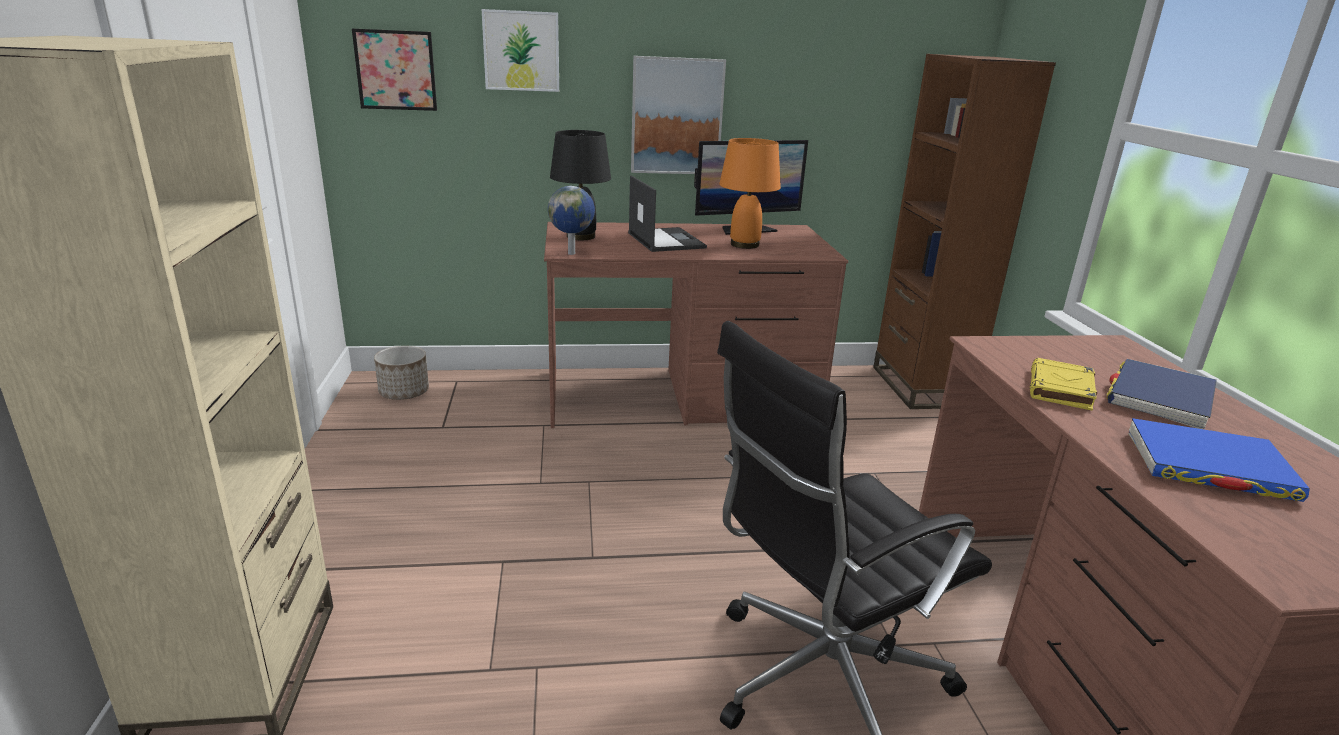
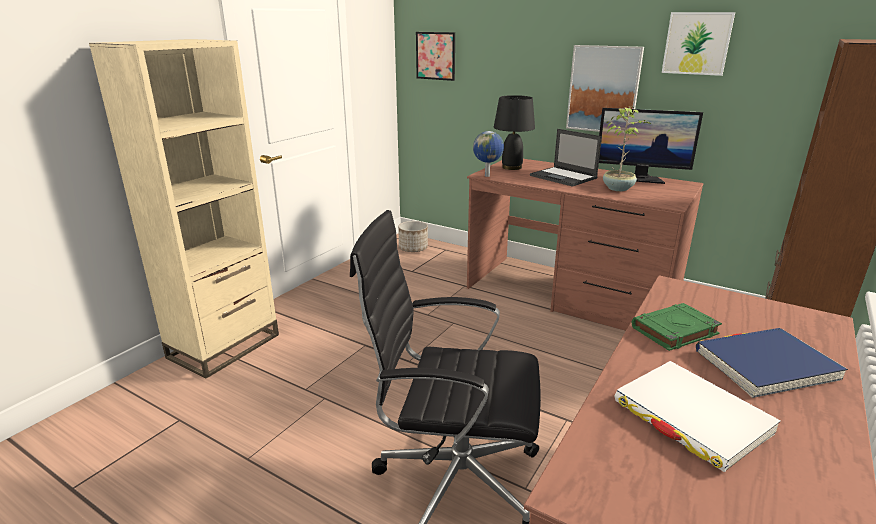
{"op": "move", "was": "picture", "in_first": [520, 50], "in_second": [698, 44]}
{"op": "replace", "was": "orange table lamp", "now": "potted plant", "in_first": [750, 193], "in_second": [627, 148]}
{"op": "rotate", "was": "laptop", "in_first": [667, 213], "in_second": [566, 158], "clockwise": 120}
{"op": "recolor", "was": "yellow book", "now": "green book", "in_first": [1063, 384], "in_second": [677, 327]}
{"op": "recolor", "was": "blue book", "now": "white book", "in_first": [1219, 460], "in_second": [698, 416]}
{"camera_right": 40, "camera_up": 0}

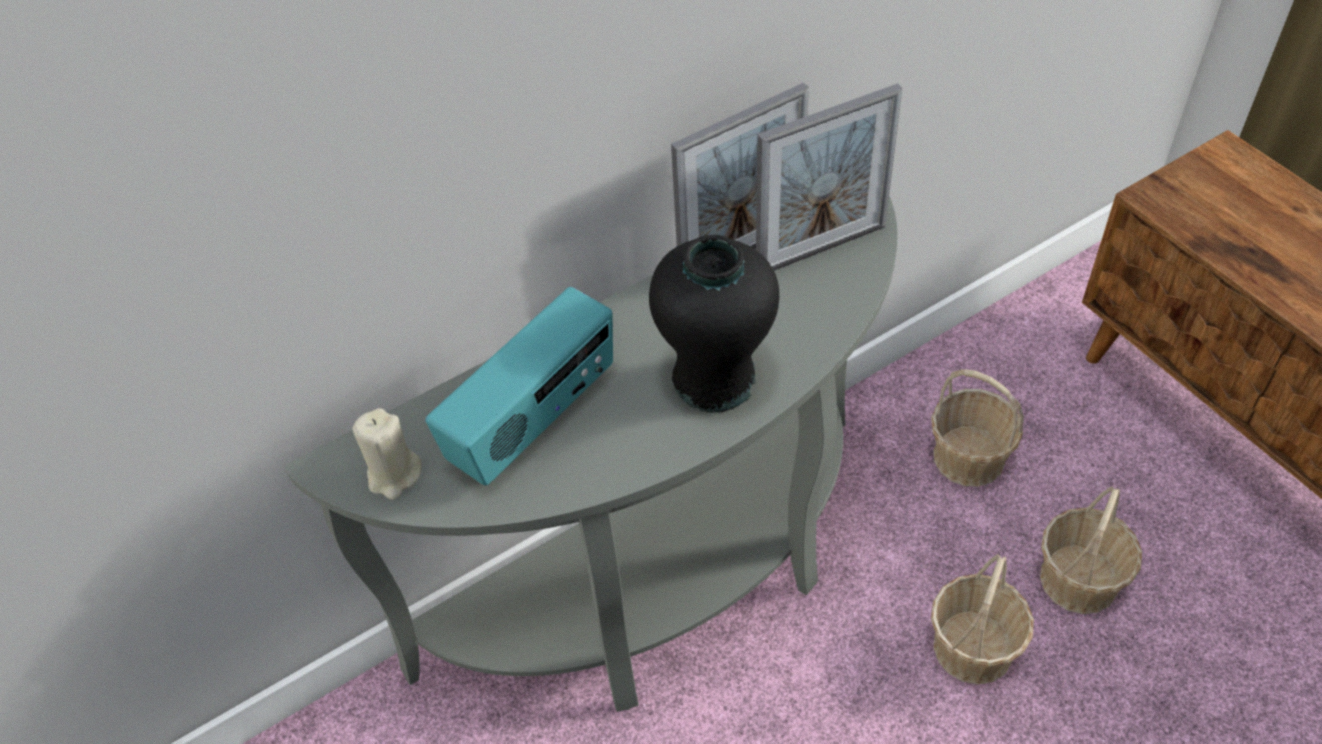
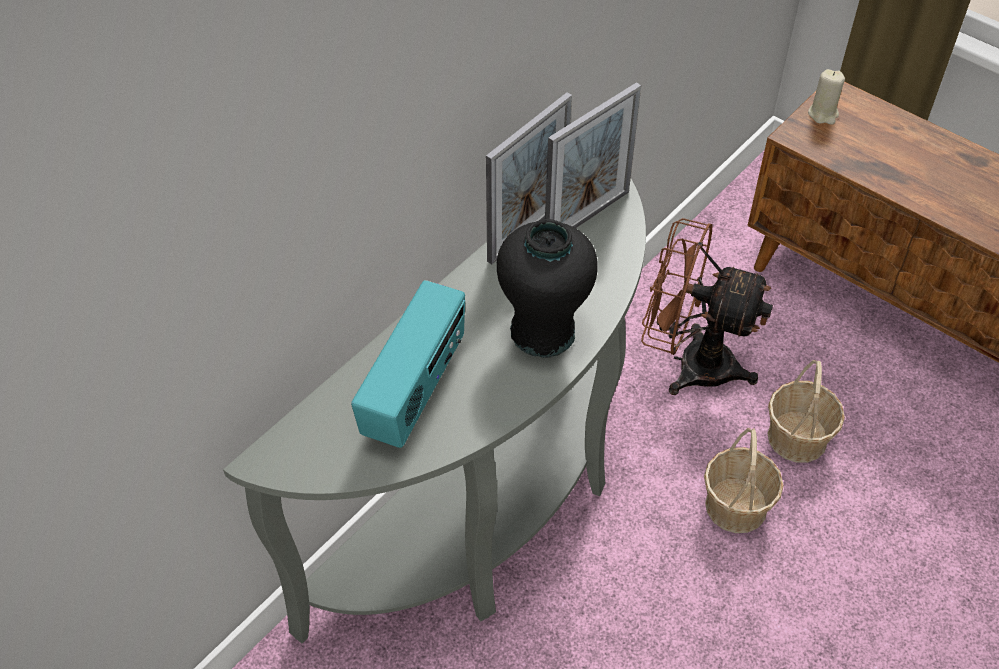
{"op": "replace", "was": "basket", "now": "brown fan", "in_first": [977, 428], "in_second": [707, 306]}
{"op": "move", "was": "beige candle", "in_first": [387, 454], "in_second": [826, 97]}
{"camera_right": -20, "camera_up": 0}

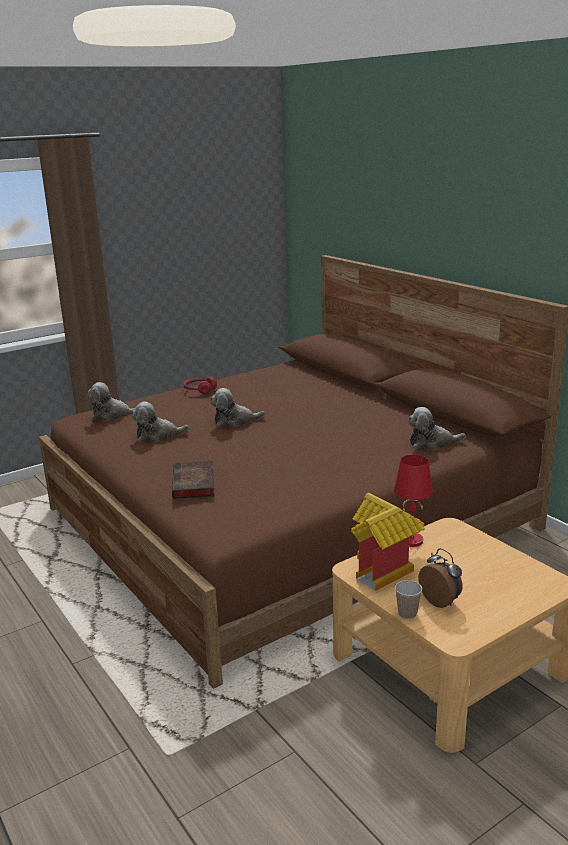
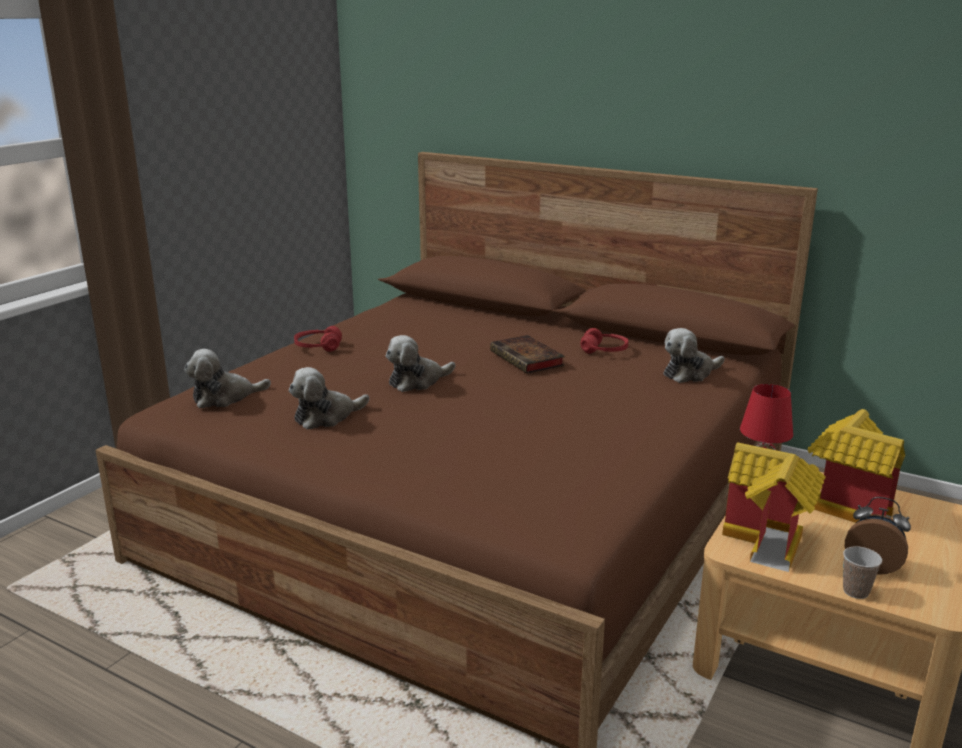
{"op": "move", "was": "book", "in_first": [193, 480], "in_second": [527, 354]}
{"op": "insert", "now": "red headphones", "in_second": [604, 341]}
{"op": "insert", "now": "toy house", "in_second": [856, 466]}
{"camera_right": -25, "camera_up": 0}

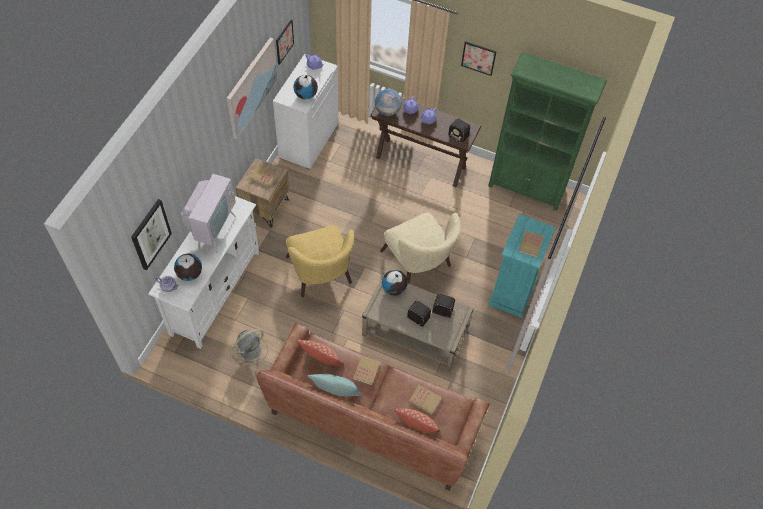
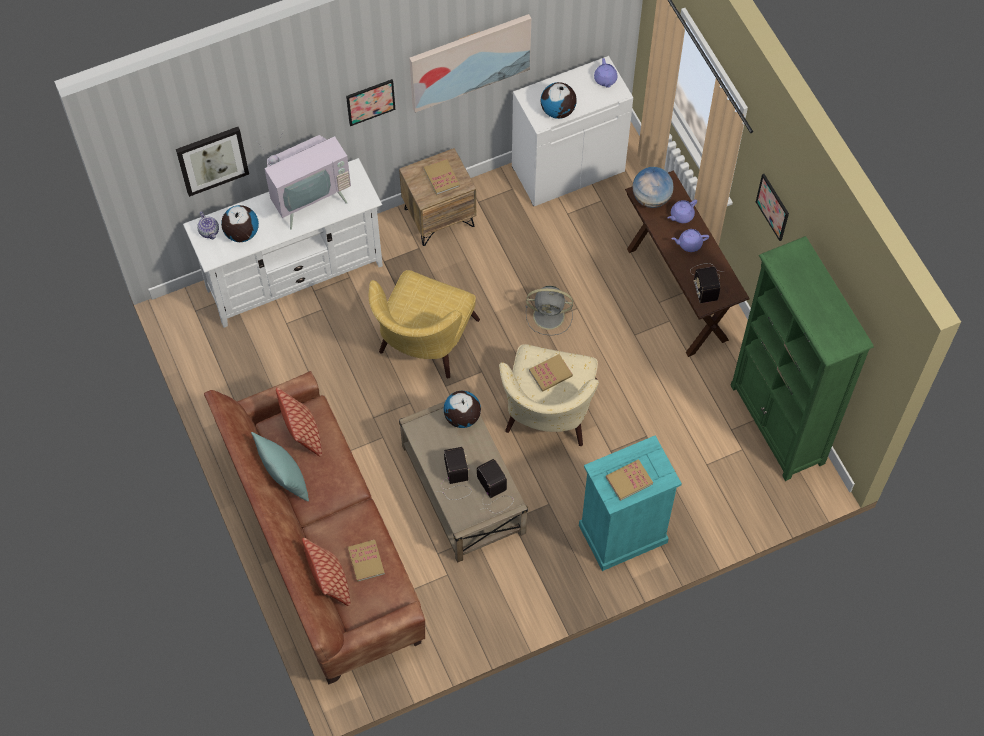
{"op": "move", "was": "picture", "in_first": [285, 42], "in_second": [370, 102]}
{"op": "move", "was": "grey fan", "in_first": [250, 347], "in_second": [549, 311]}
{"op": "move", "was": "book", "in_first": [366, 370], "in_second": [551, 373]}
{"camera_right": 45, "camera_up": 5}

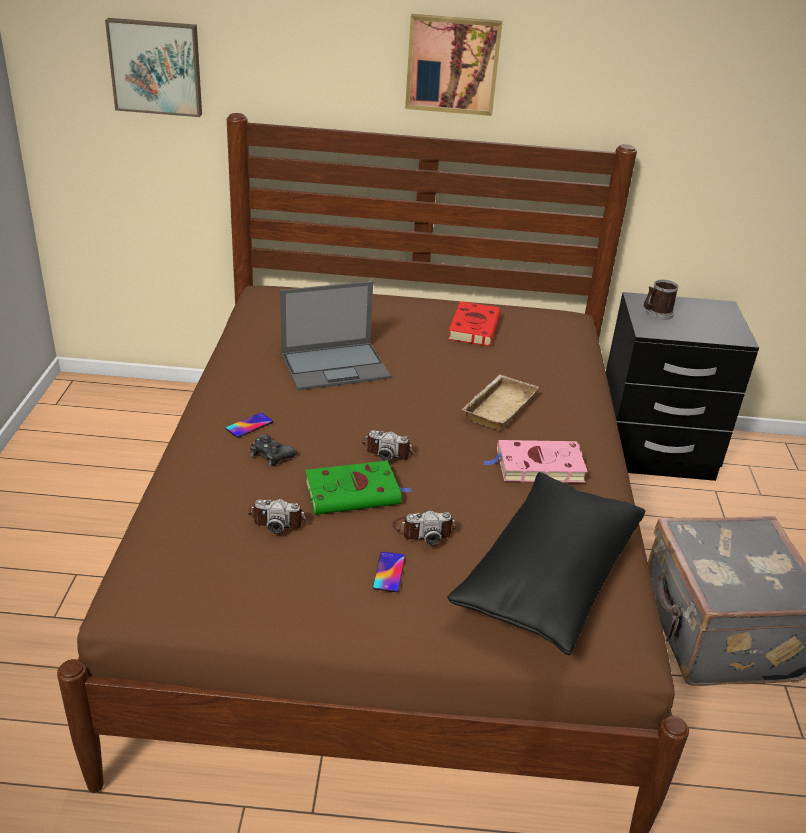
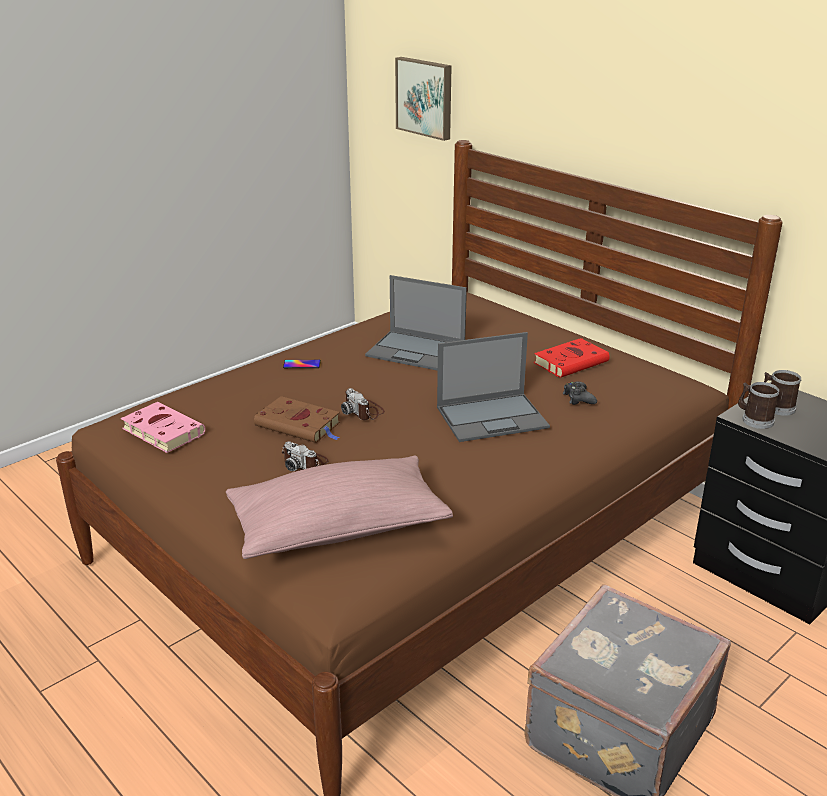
{"op": "delete", "was": "picture", "in_first": [453, 65]}
{"op": "replace", "was": "beige tray", "now": "laptop", "in_first": [500, 403], "in_second": [493, 387]}
{"op": "move", "was": "black game controller", "in_first": [273, 450], "in_second": [580, 393]}
{"op": "move", "was": "pink book", "in_first": [536, 461], "in_second": [163, 427]}
{"op": "recolor", "was": "green book", "now": "brown book", "in_first": [359, 488], "in_second": [297, 419]}
{"op": "recolor", "was": "black pillow", "now": "pink pillow", "in_first": [546, 563], "in_second": [339, 507]}
{"op": "delete", "was": "photo camera", "in_first": [277, 516]}
{"op": "delete", "was": "phone", "in_first": [389, 572]}
{"op": "insert", "now": "mug", "in_second": [758, 405]}
{"camera_right": 45, "camera_up": -5}

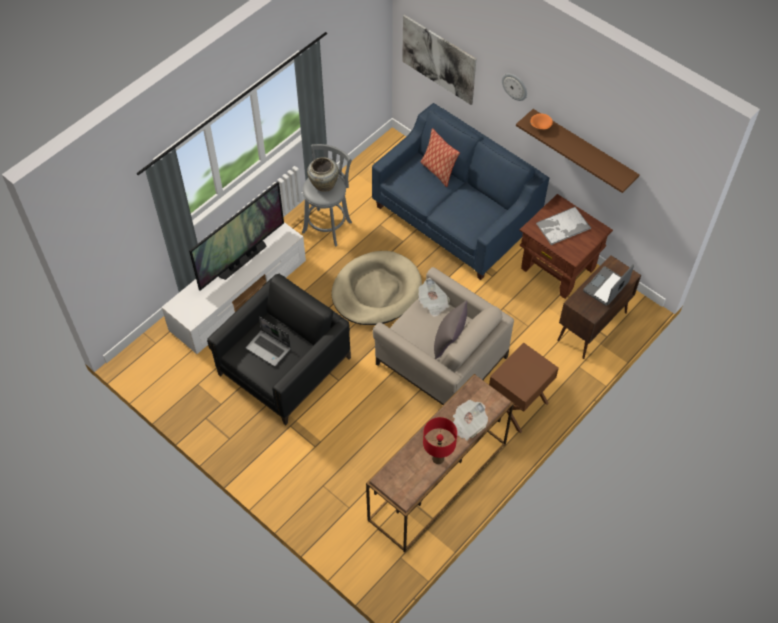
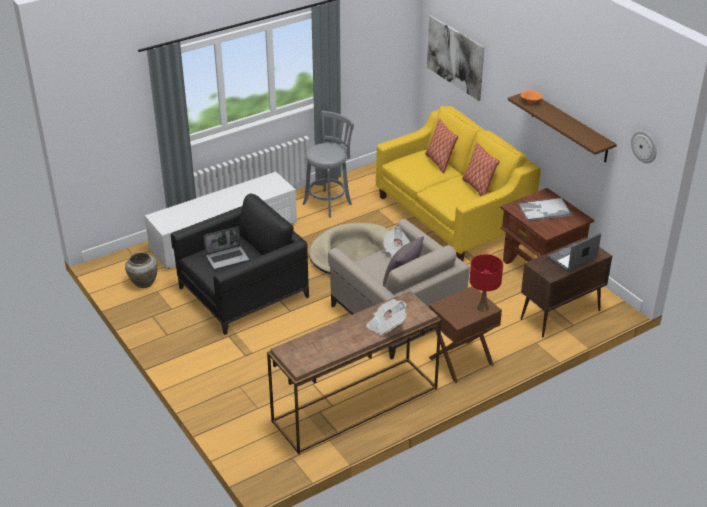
{"op": "move", "was": "wall clock", "in_first": [514, 87], "in_second": [644, 146]}
{"op": "recolor", "was": "blue sofa", "now": "yellow sofa", "in_first": [460, 191], "in_second": [458, 183]}
{"op": "move", "was": "beige vase", "in_first": [323, 174], "in_second": [141, 270]}
{"op": "delete", "was": "television", "in_first": [236, 236]}
{"op": "rotate", "was": "laptop", "in_first": [268, 341], "in_second": [226, 247], "clockwise": -75}
{"op": "move", "was": "red table lamp", "in_first": [440, 440], "in_second": [486, 283]}
{"op": "insert", "now": "pillow", "in_second": [481, 169]}
{"camera_right": 15, "camera_up": -20}

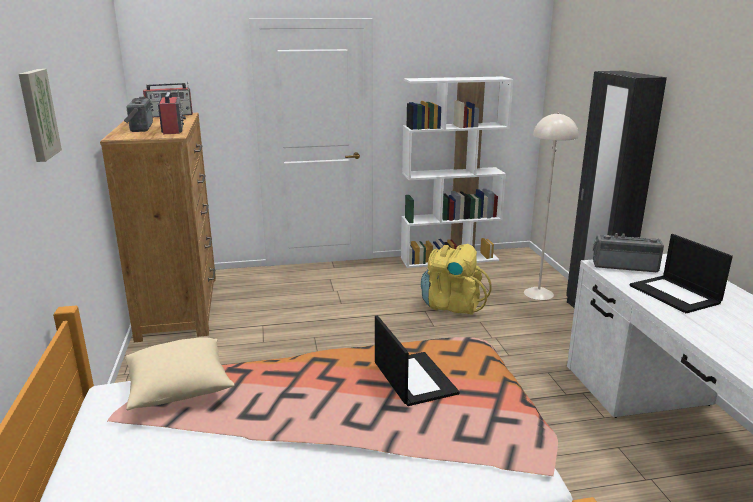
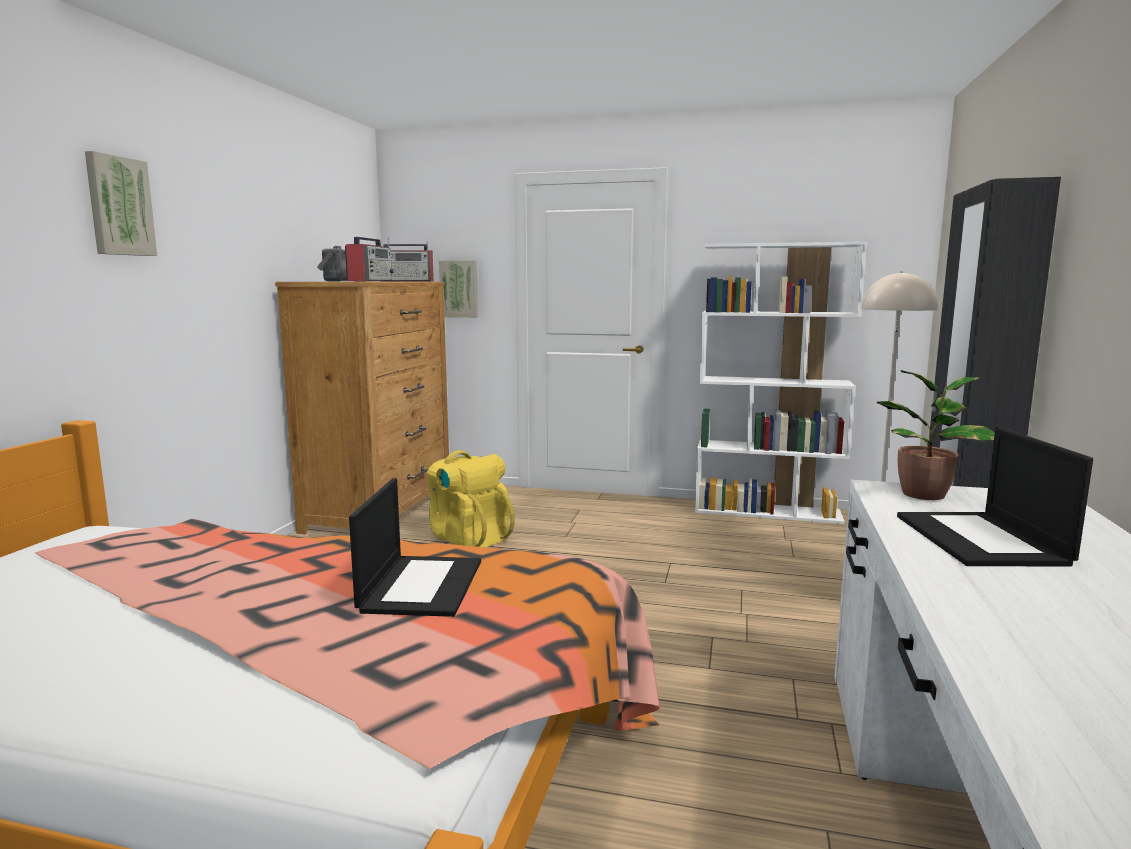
{"op": "replace", "was": "radio", "now": "potted plant", "in_first": [628, 252], "in_second": [936, 435]}
{"op": "move", "was": "yellow backpack", "in_first": [456, 279], "in_second": [471, 498]}
{"op": "delete", "was": "beige pillow", "in_first": [180, 373]}
{"op": "insert", "now": "picture", "in_second": [458, 289]}
{"camera_right": 25, "camera_up": -10}

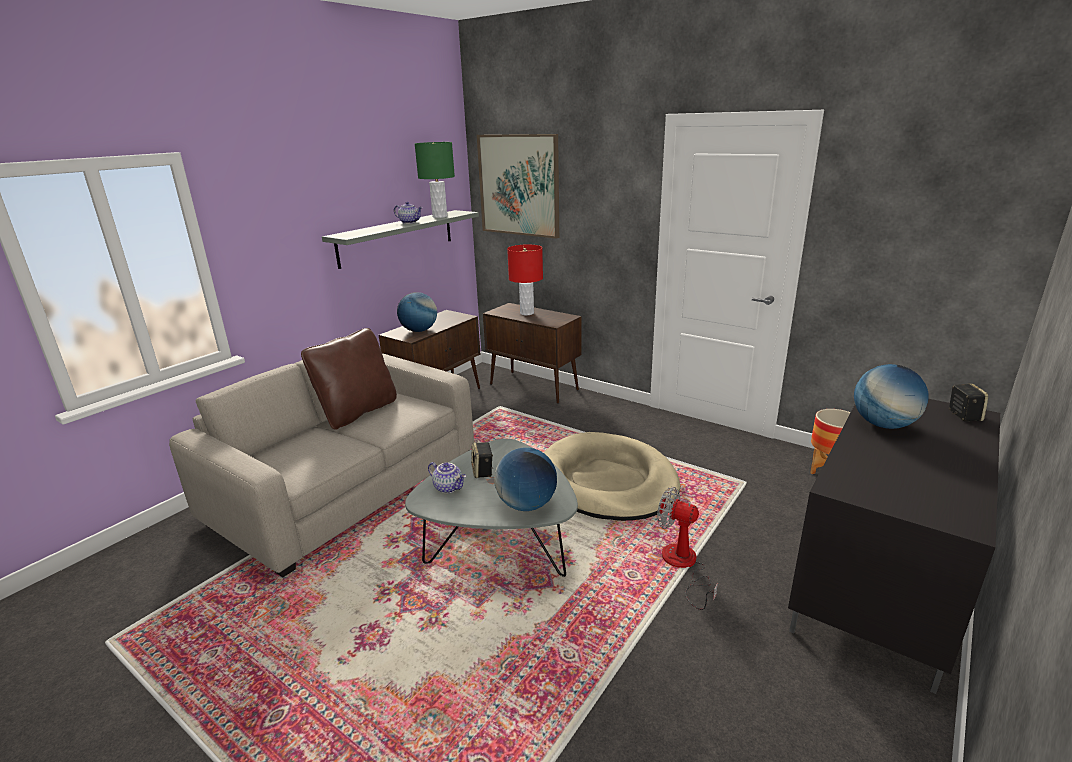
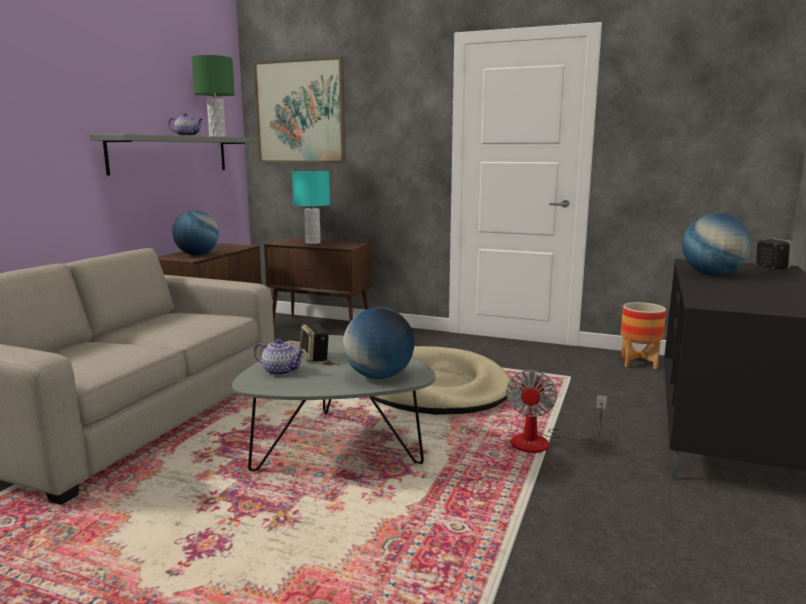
{"op": "recolor", "was": "red table lamp", "now": "turquoise table lamp", "in_first": [525, 280], "in_second": [311, 207]}
{"op": "delete", "was": "brown pillow", "in_first": [349, 379]}
{"op": "rotate", "was": "fan", "in_first": [687, 548], "in_second": [556, 411], "clockwise": -90}
{"camera_right": -15, "camera_up": -10}

